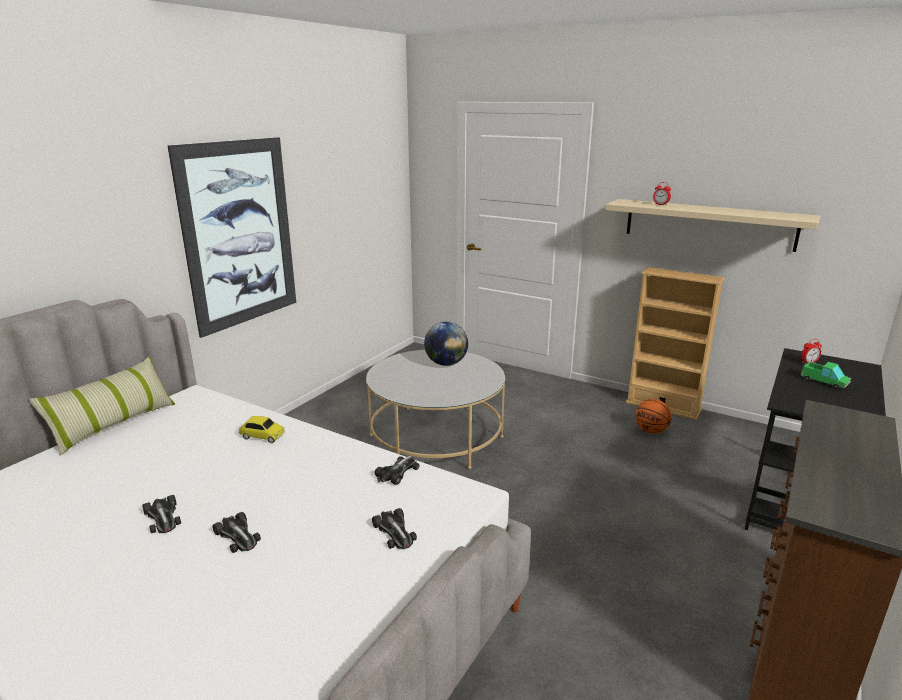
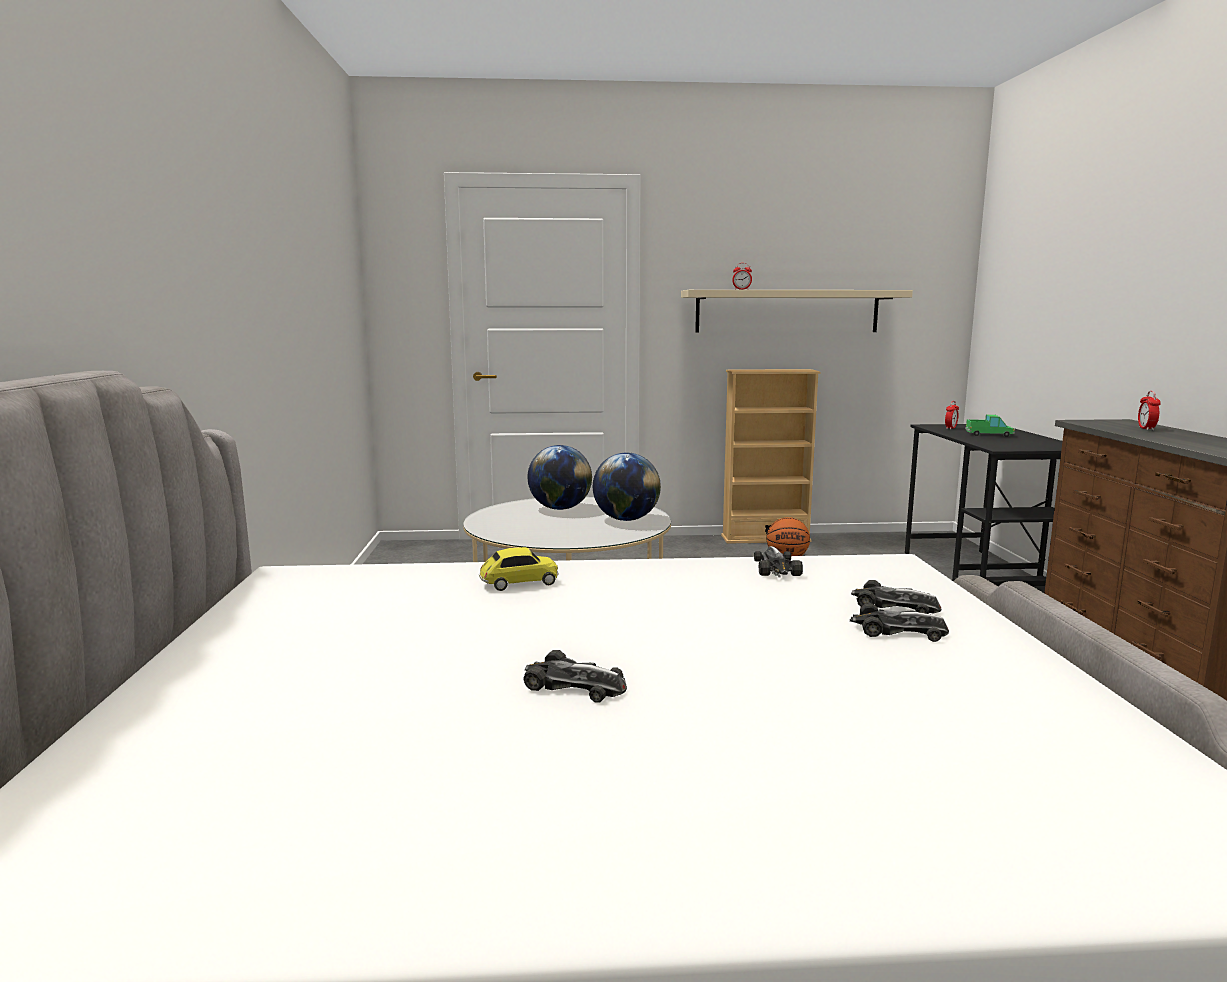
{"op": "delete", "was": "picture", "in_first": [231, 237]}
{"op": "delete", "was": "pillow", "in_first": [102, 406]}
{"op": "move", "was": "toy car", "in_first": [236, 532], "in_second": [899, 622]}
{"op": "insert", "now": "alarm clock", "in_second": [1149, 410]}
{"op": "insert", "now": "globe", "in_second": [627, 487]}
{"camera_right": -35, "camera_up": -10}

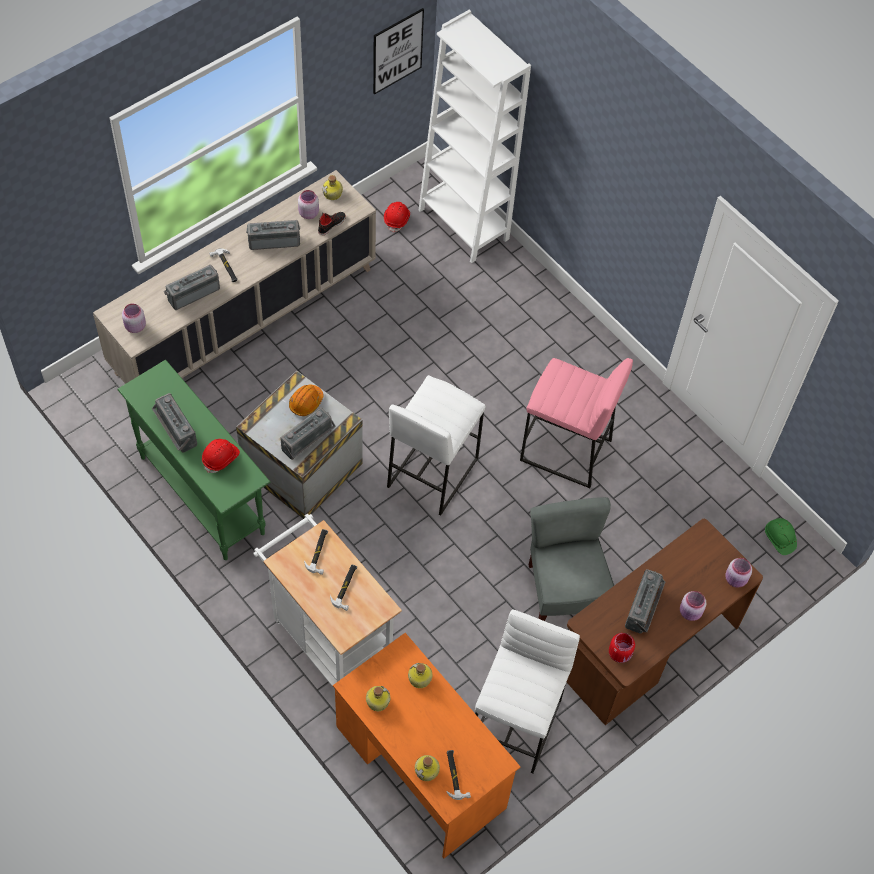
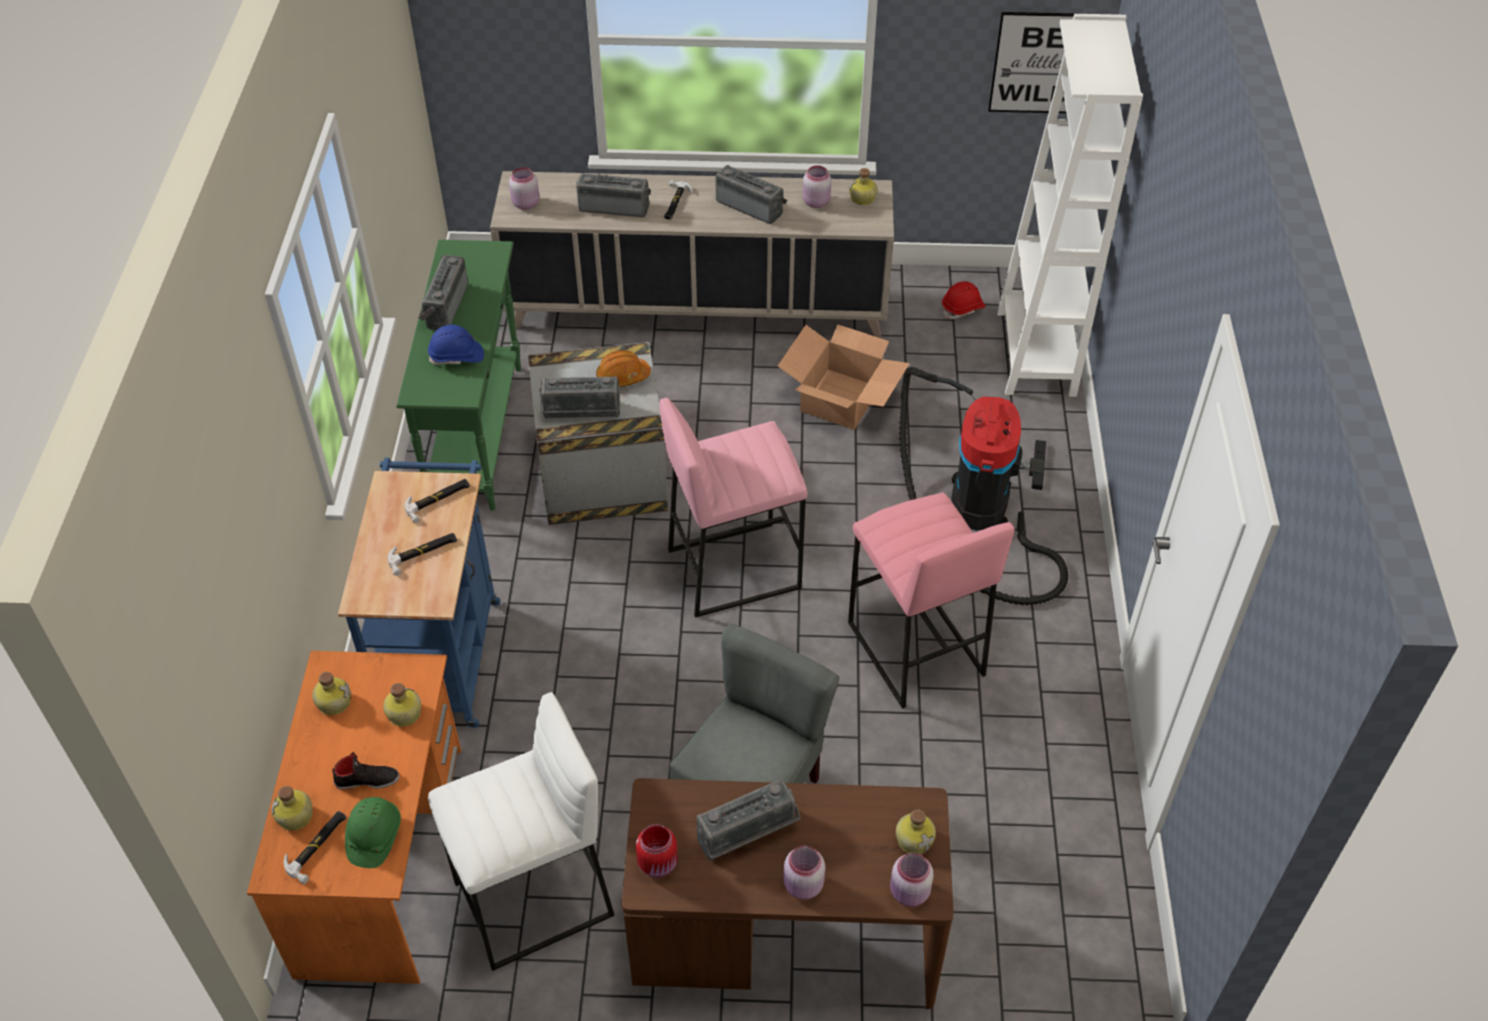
{"op": "move", "was": "black shoe", "in_first": [332, 223], "in_second": [366, 770]}
{"op": "recolor", "was": "white stool", "now": "pink stool", "in_first": [436, 445], "in_second": [733, 508]}
{"op": "recolor", "was": "red hard hat", "now": "blue hard hat", "in_first": [221, 456], "in_second": [456, 345]}
{"op": "recolor", "was": "white cart", "now": "blue cart", "in_first": [327, 601], "in_second": [419, 593]}
{"op": "move", "was": "green hard hat", "in_first": [781, 536], "in_second": [373, 832]}
{"op": "insert", "now": "cardboard box", "in_second": [844, 377]}
{"op": "insert", "now": "vacuum cleaner", "in_second": [983, 486]}
{"op": "insert", "now": "bottle", "in_second": [916, 831]}
{"camera_right": 45, "camera_up": -10}

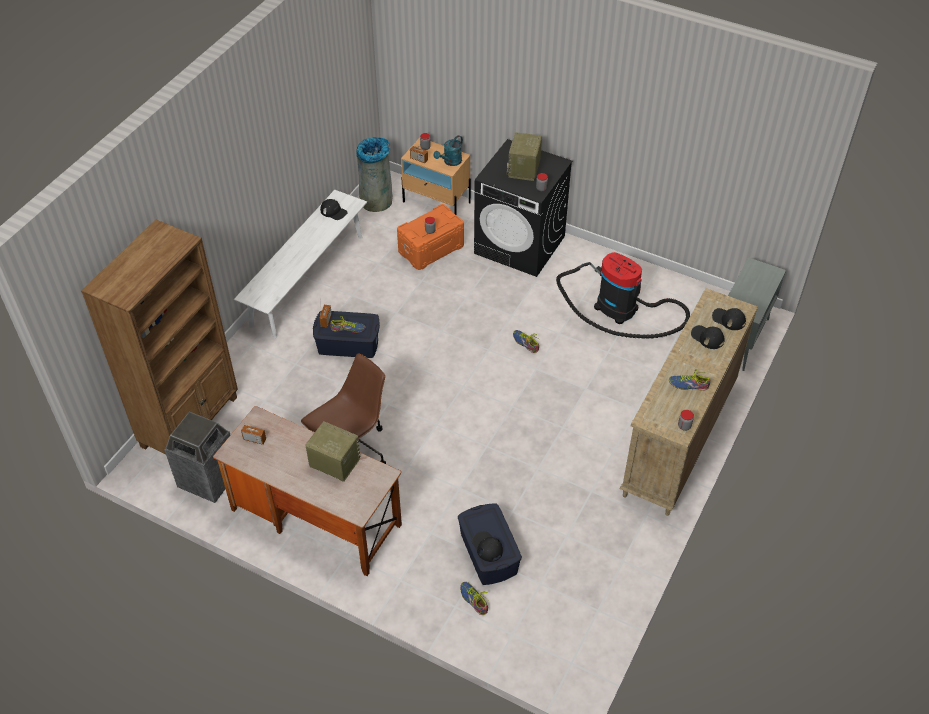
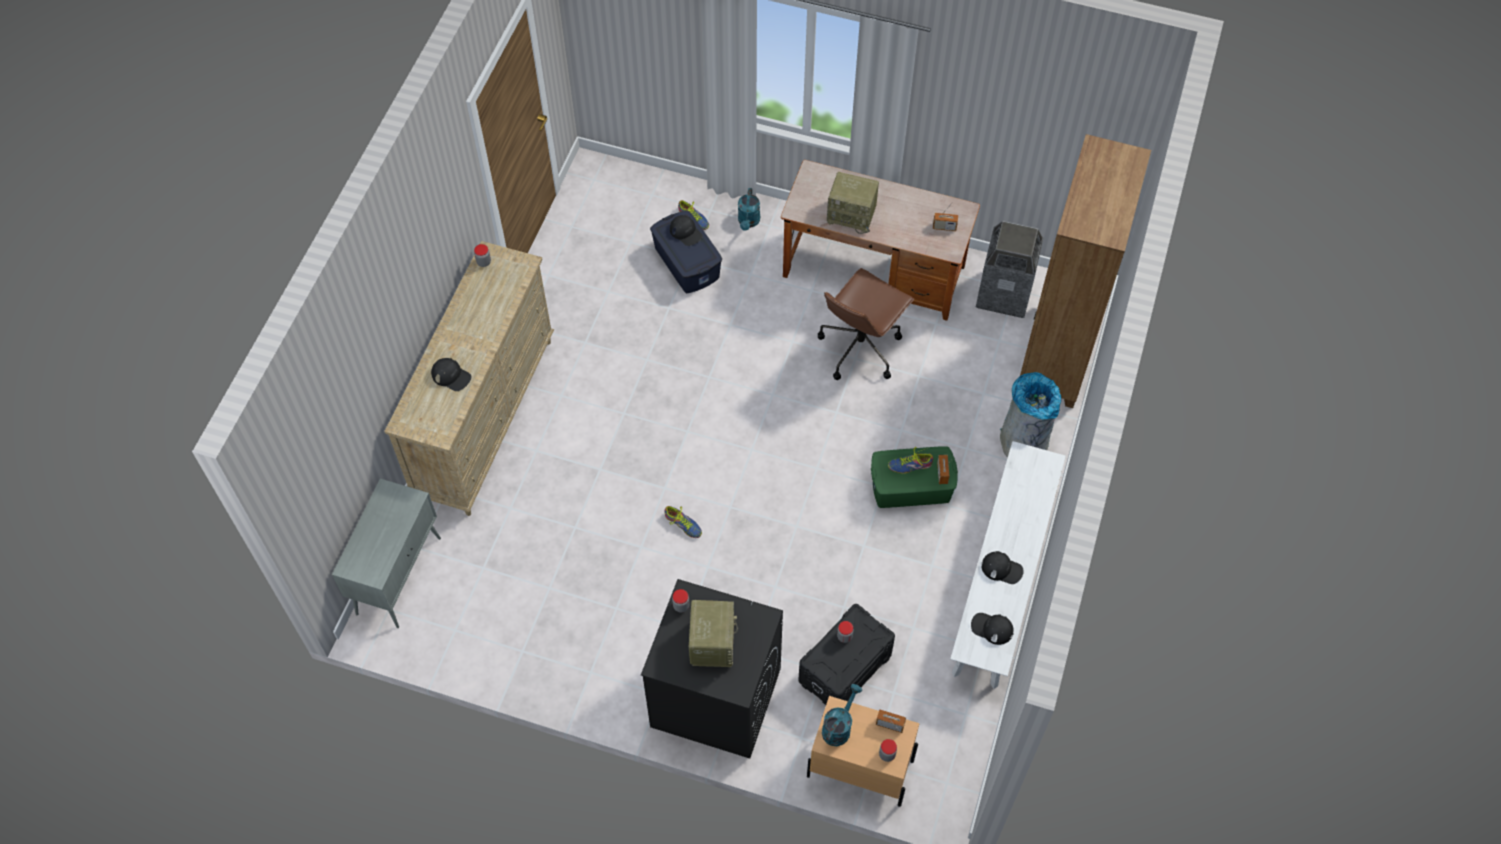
{"op": "move", "was": "grey trash can", "in_first": [374, 174], "in_second": [1030, 414]}
{"op": "recolor", "was": "orange storage box", "now": "black storage box", "in_first": [430, 237], "in_second": [846, 654]}
{"op": "delete", "was": "vacuum cleaner", "in_first": [623, 295]}
{"op": "move", "was": "black cap", "in_first": [729, 319], "in_second": [1002, 567]}
{"op": "recolor", "was": "blue storage box", "now": "green storage box", "in_first": [346, 334], "in_second": [914, 477]}
{"op": "delete", "was": "shoe", "in_first": [689, 380]}
{"op": "insert", "now": "turquoise watering can", "in_second": [749, 209]}
{"camera_right": 170, "camera_up": 10}

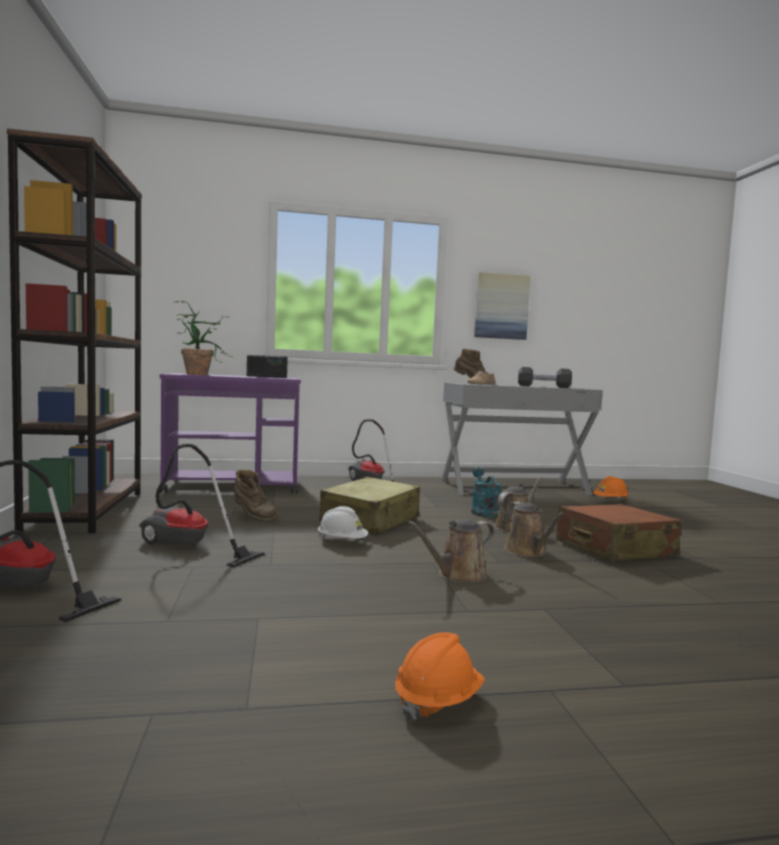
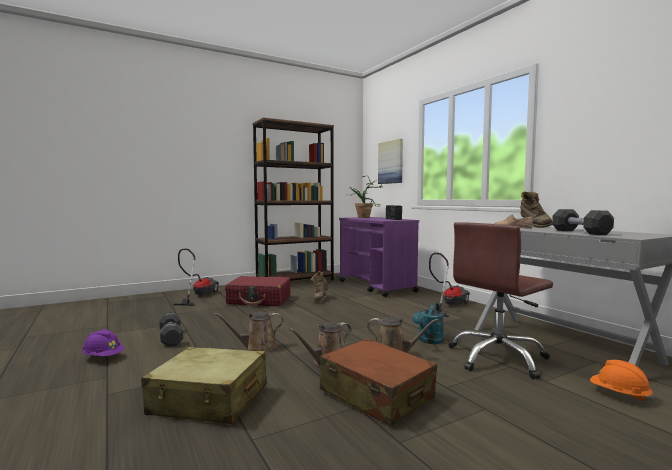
{"op": "move", "was": "picture", "in_first": [502, 306], "in_second": [390, 161]}
{"op": "replace", "was": "vacuum cleaner", "now": "red suitcase", "in_first": [202, 505], "in_second": [257, 291]}
{"op": "rotate", "was": "turquoise watering can", "in_first": [486, 492], "in_second": [428, 323], "clockwise": 150}
{"op": "move", "was": "beige suitcase", "in_first": [369, 506], "in_second": [204, 385]}
{"op": "delete", "was": "white hard hat", "in_first": [343, 522]}
{"op": "rotate", "was": "brown watering can", "in_first": [450, 550], "in_second": [249, 332], "clockwise": -60}
{"op": "recolor", "was": "orange hard hat", "now": "purple hard hat", "in_first": [440, 676], "in_second": [103, 342]}
{"op": "insert", "now": "brown office chair", "in_second": [500, 300]}
{"op": "insert", "now": "black dumbbell", "in_second": [171, 329]}
{"camera_right": 70, "camera_up": 0}

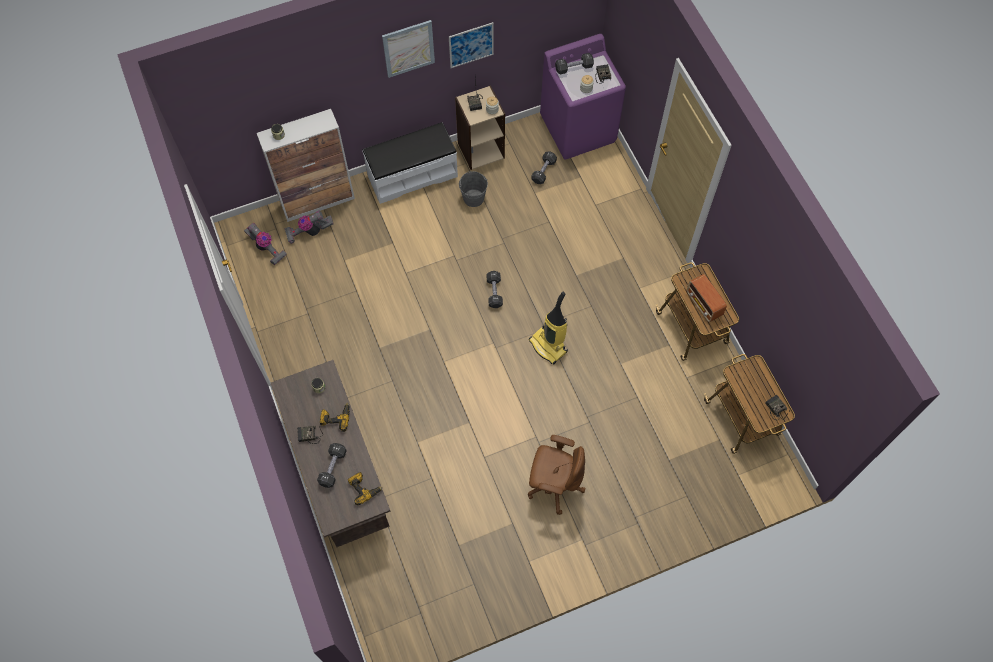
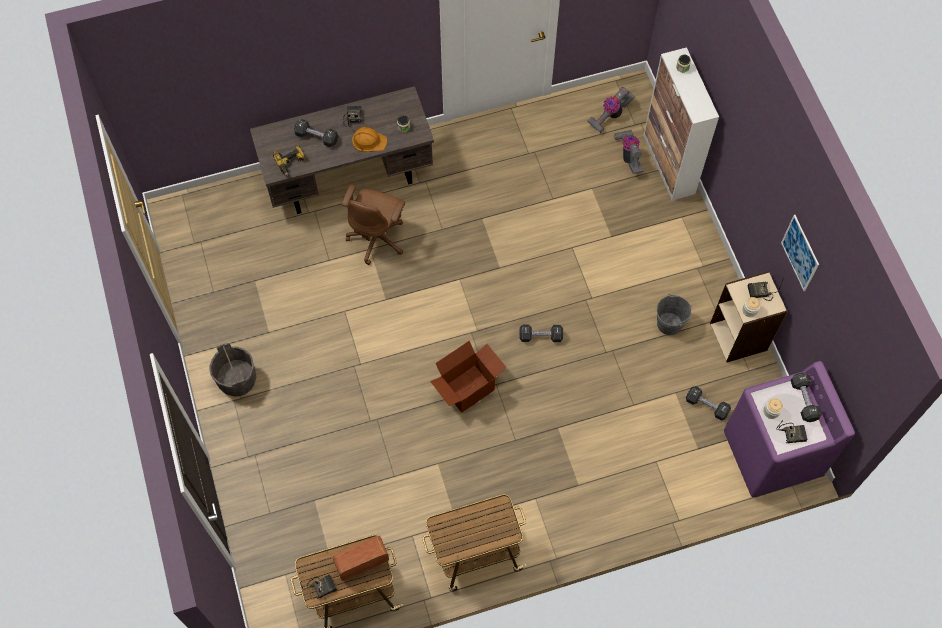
{"op": "delete", "was": "picture", "in_first": [408, 49]}
{"op": "delete", "was": "white bench", "in_first": [410, 163]}
{"op": "move", "was": "radio", "in_first": [707, 298], "in_second": [360, 558]}
{"op": "replace", "was": "vacuum cleaner", "now": "cardboard box", "in_first": [548, 328], "in_second": [468, 377]}
{"op": "replace", "was": "power drill", "now": "orange hard hat", "in_first": [334, 417], "in_second": [369, 139]}
{"op": "move", "was": "brown office chair", "in_first": [556, 475], "in_second": [373, 225]}
{"op": "insert", "now": "grey bucket", "in_second": [232, 370]}
{"camera_right": 95, "camera_up": 0}

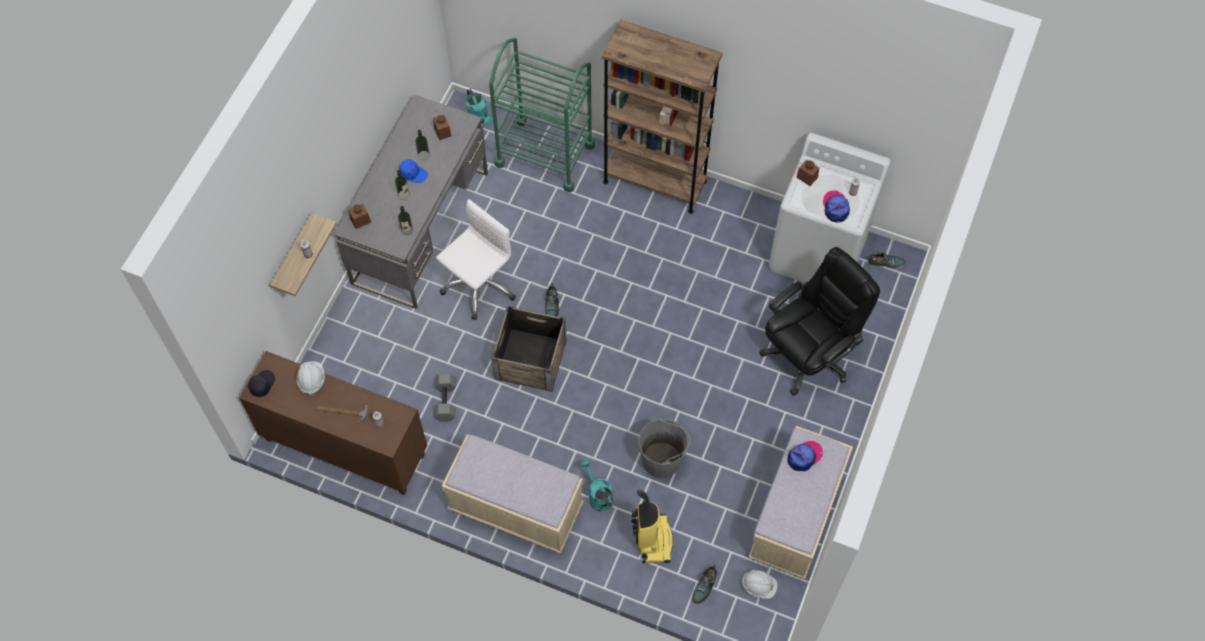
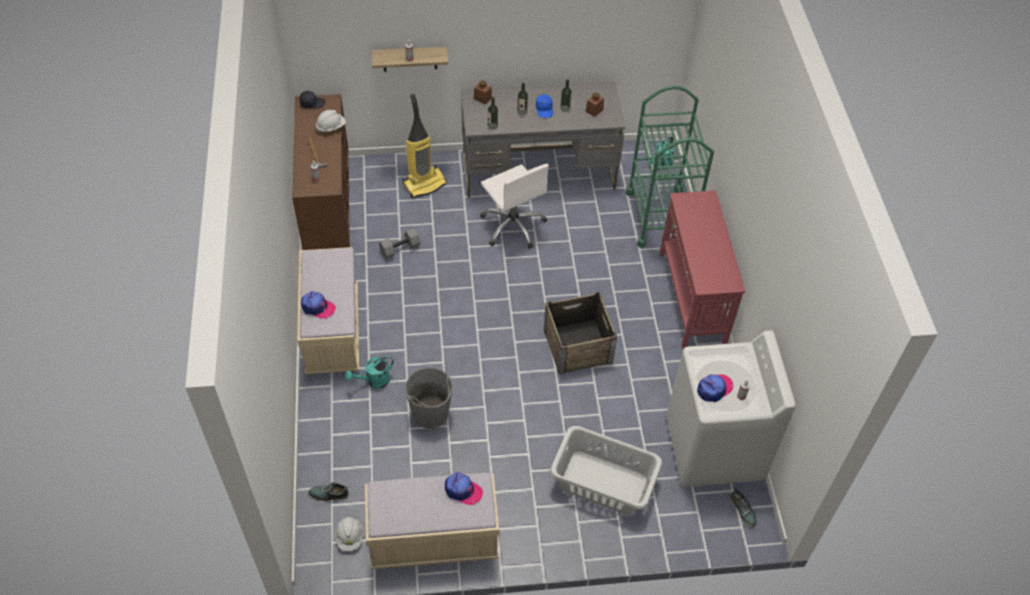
{"op": "replace", "was": "brown bookcase", "now": "red console table", "in_first": [662, 117], "in_second": [702, 269]}
{"op": "delete", "was": "brown jar", "in_first": [807, 173]}
{"op": "rotate", "was": "white office chair", "in_first": [476, 259], "in_second": [514, 206], "clockwise": 45}
{"op": "replace", "was": "black office chair", "now": "grey laundry basket", "in_first": [819, 321], "in_second": [606, 470]}
{"op": "delete", "was": "shoe", "in_first": [552, 300]}
{"op": "move", "was": "crate", "in_first": [529, 349], "in_second": [580, 333]}
{"op": "rotate", "was": "turquoise watering can", "in_first": [596, 485], "in_second": [369, 372], "clockwise": -150}
{"op": "move", "was": "vacuum cleaner", "in_first": [652, 526], "in_second": [424, 146]}
{"op": "insert", "now": "cap", "in_second": [318, 305]}
{"camera_right": 60, "camera_up": -10}

